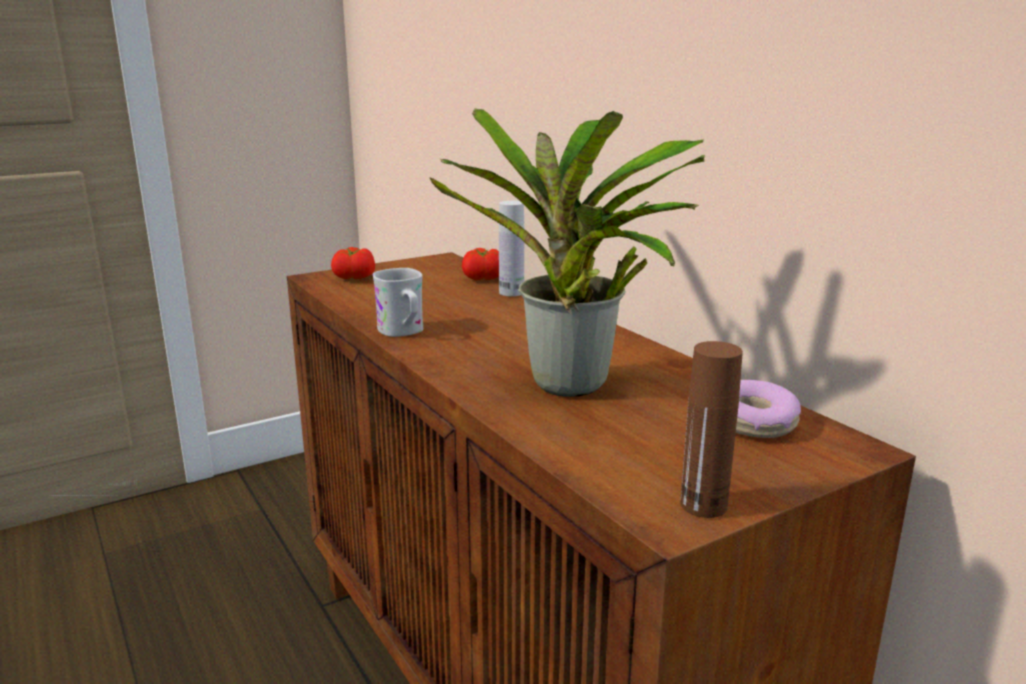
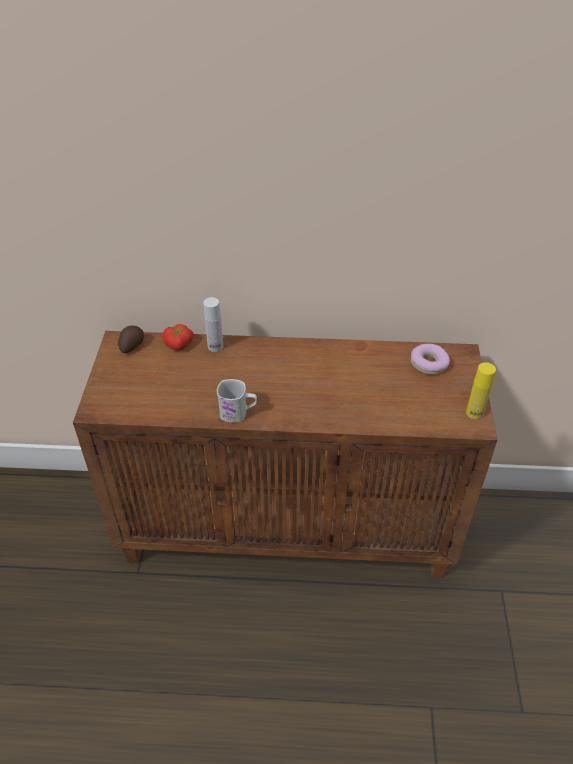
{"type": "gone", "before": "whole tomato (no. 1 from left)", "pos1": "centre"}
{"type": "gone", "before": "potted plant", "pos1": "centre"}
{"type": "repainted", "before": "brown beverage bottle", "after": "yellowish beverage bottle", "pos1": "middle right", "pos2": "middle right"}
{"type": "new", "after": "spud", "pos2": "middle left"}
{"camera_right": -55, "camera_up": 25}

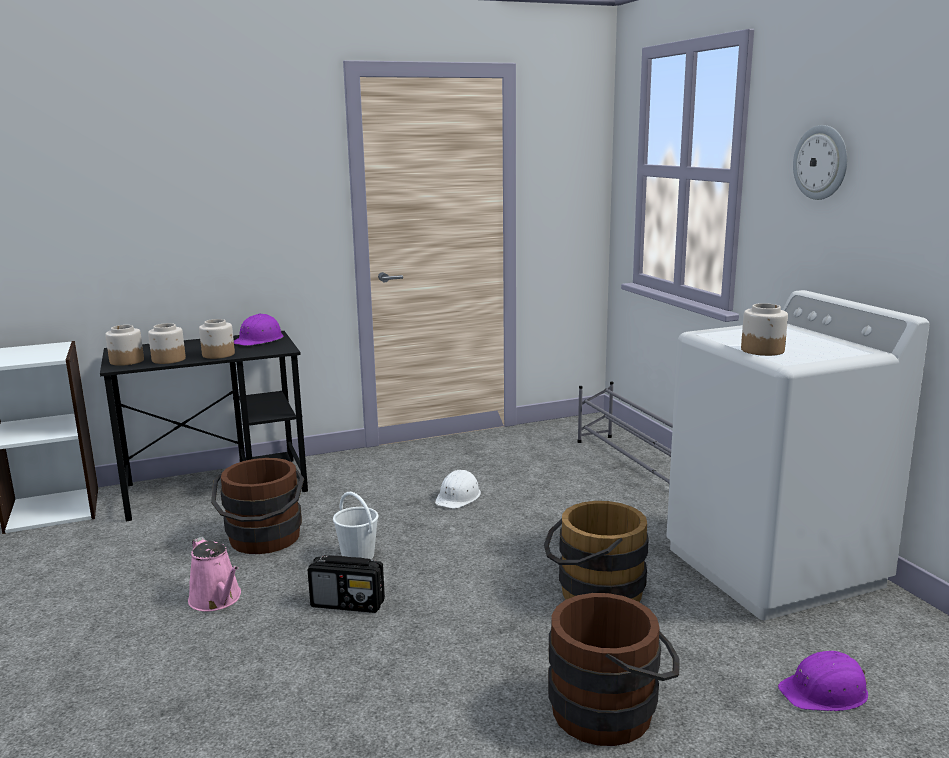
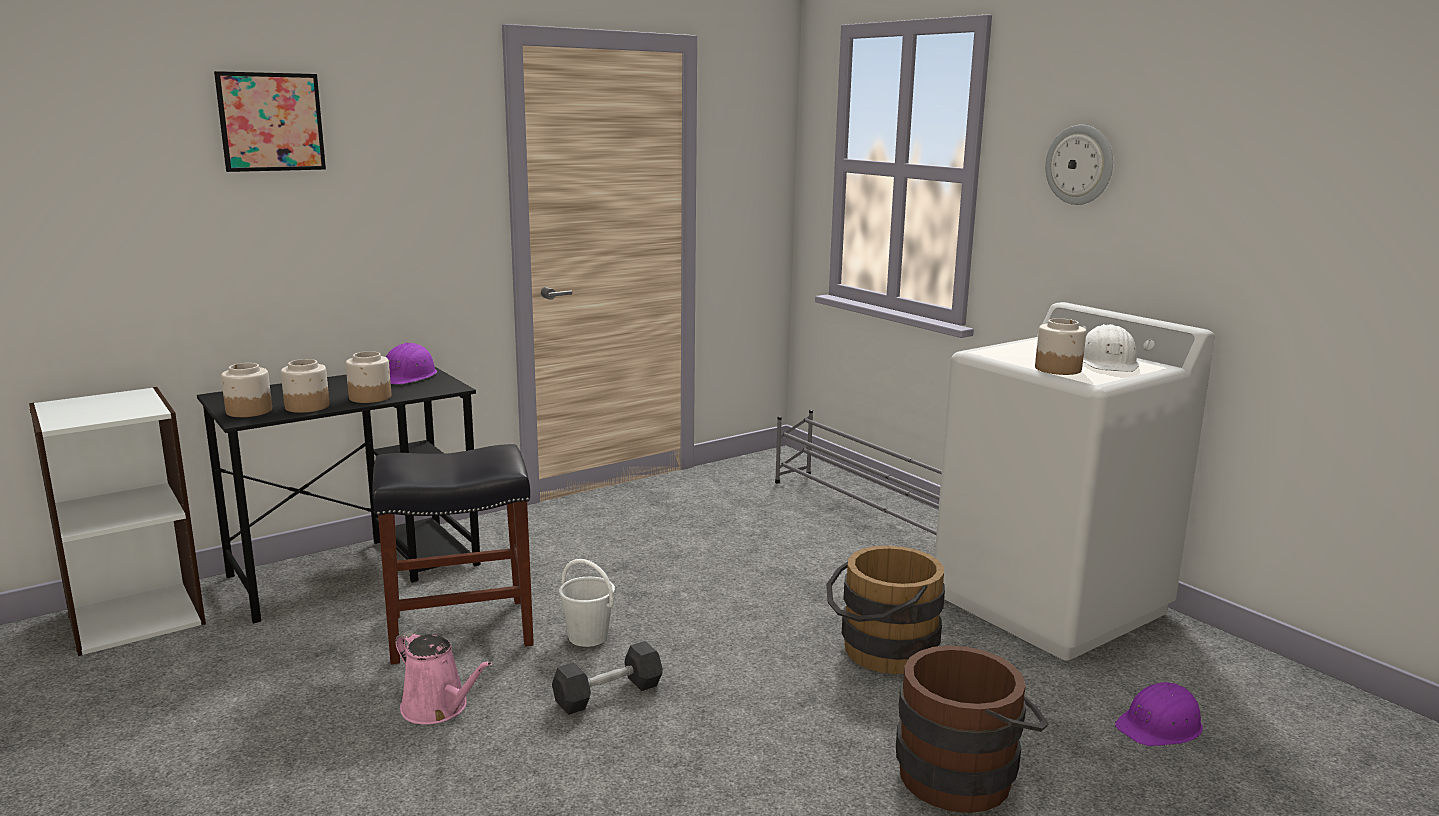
{"type": "swapped", "before": "brown pail (no. 1 from left)", "after": "blackish stool", "pos1": "bottom left", "pos2": "bottom left"}
{"type": "swapped", "before": "radio set", "after": "gray free weight", "pos1": "bottom centre", "pos2": "bottom centre"}
{"type": "shifted", "before": "whitish hard hat", "pos1": "centre", "pos2": "middle right"}
{"type": "new", "after": "picture", "pos2": "top left"}
{"camera_right": -15, "camera_up": 0}

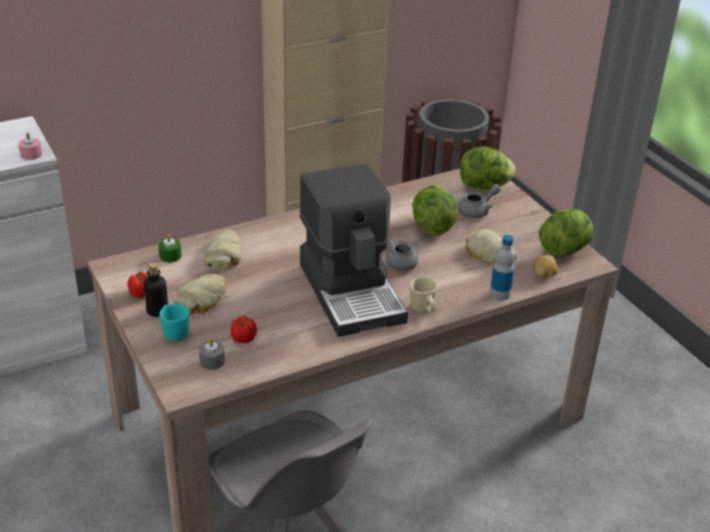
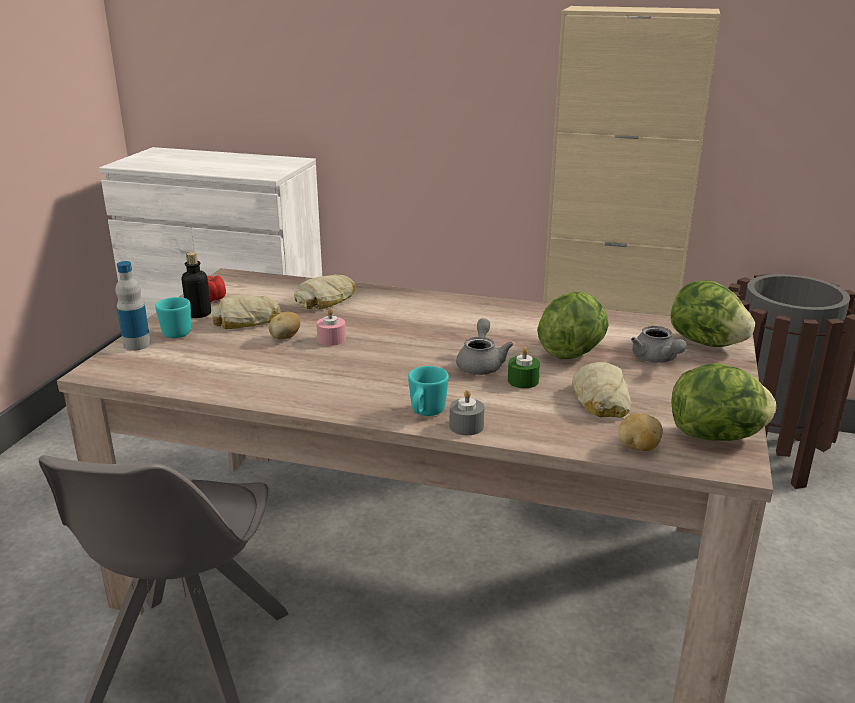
{"type": "shifted", "before": "pink wax light", "pos1": "top left", "pos2": "centre"}
{"type": "shifted", "before": "greenish wax light", "pos1": "middle left", "pos2": "centre"}
{"type": "shifted", "before": "gray wax light", "pos1": "middle left", "pos2": "centre"}
{"type": "gone", "before": "whole tomato (no. 2 from left)", "pos1": "centre"}
{"type": "gone", "before": "coffee brewer", "pos1": "centre"}
{"type": "repainted", "before": "sand-coloured tea mug", "after": "turquoise-coloured tea mug (no. 2 from left)", "pos1": "centre", "pos2": "centre"}
{"type": "rotated", "before": "gray pot for tea (no. 2 from left)", "pos1": "middle right", "pos2": "middle right", "turn": 60}
{"type": "shifted", "before": "beverage bottle (no. 2 from left in the first image)", "after": "beverage bottle (no. 1 from left)", "pos1": "middle right", "pos2": "middle left"}
{"type": "new", "after": "spud (no. 1 from left)", "pos2": "centre"}
{"camera_right": 45, "camera_up": -10}

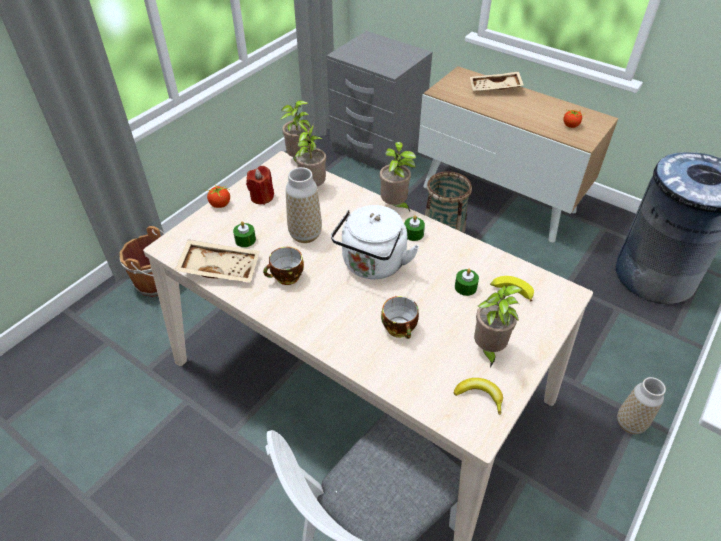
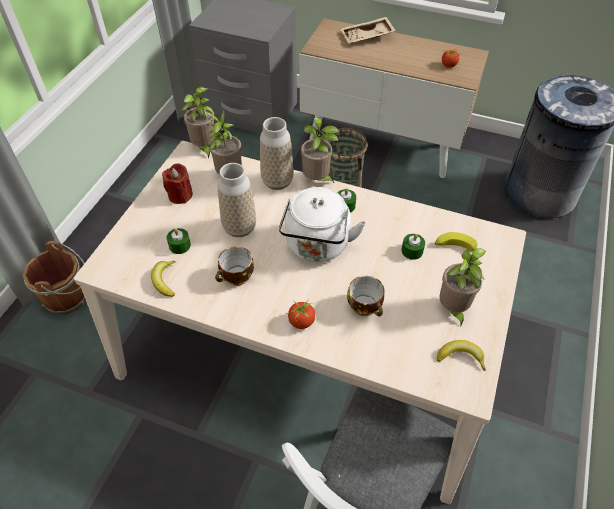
{"type": "swapped", "before": "sand-coloured serving tray (no. 1 from left)", "after": "banana (no. 1 from left)", "pos1": "middle left", "pos2": "middle left"}
{"type": "shifted", "before": "whole tomato (no. 1 from left)", "pos1": "middle left", "pos2": "centre"}
{"type": "shifted", "before": "flower vase (no. 2 from left)", "pos1": "bottom right", "pos2": "top centre"}
{"camera_right": -15, "camera_up": 5}

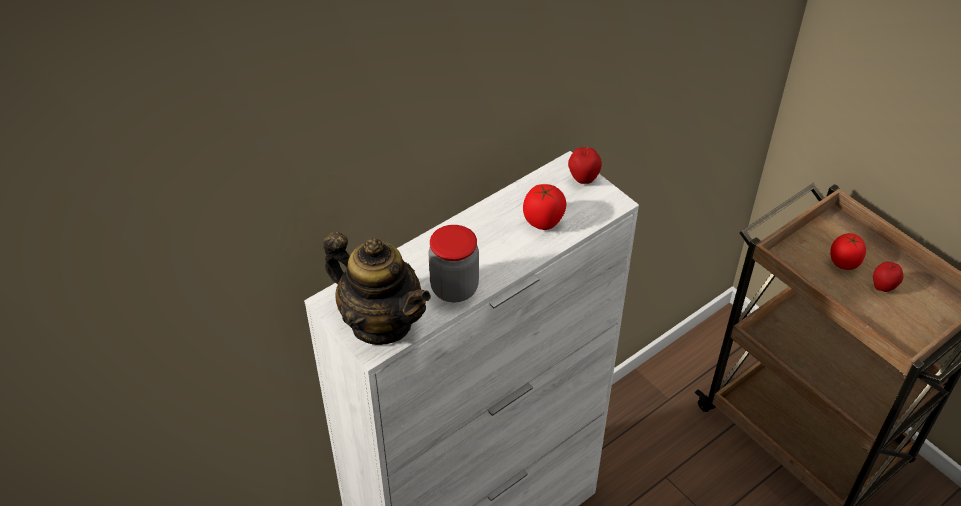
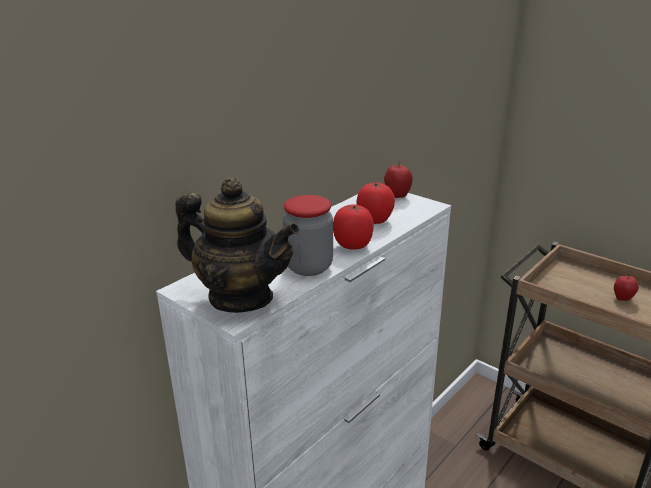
{"type": "shifted", "before": "whole tomato (no. 2 from left in the first image)", "after": "whole tomato (no. 1 from left)", "pos1": "middle right", "pos2": "centre"}
{"camera_right": -10, "camera_up": -20}

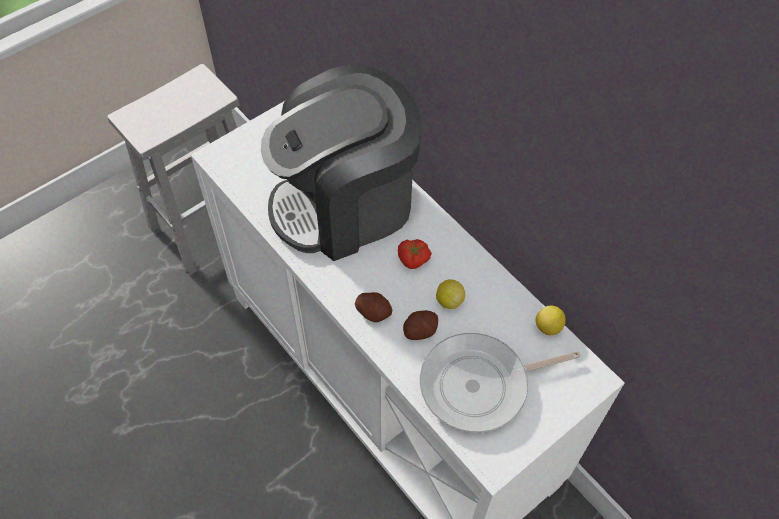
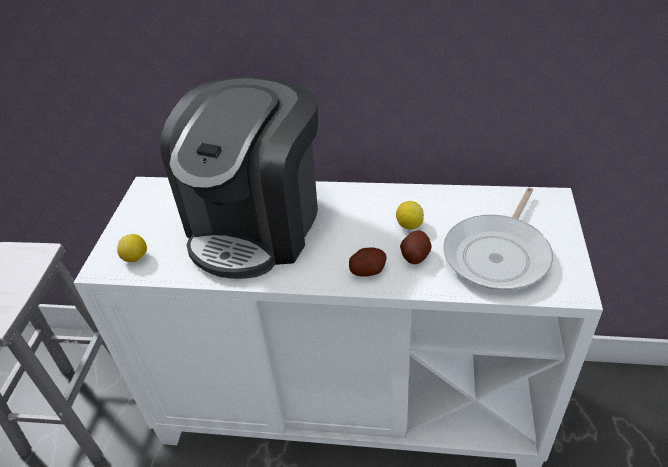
{"type": "gone", "before": "whole tomato", "pos1": "centre"}
{"type": "shifted", "before": "lemon (no. 2 from left in the first image)", "after": "lemon (no. 1 from left)", "pos1": "middle right", "pos2": "middle left"}
{"camera_right": -40, "camera_up": -15}

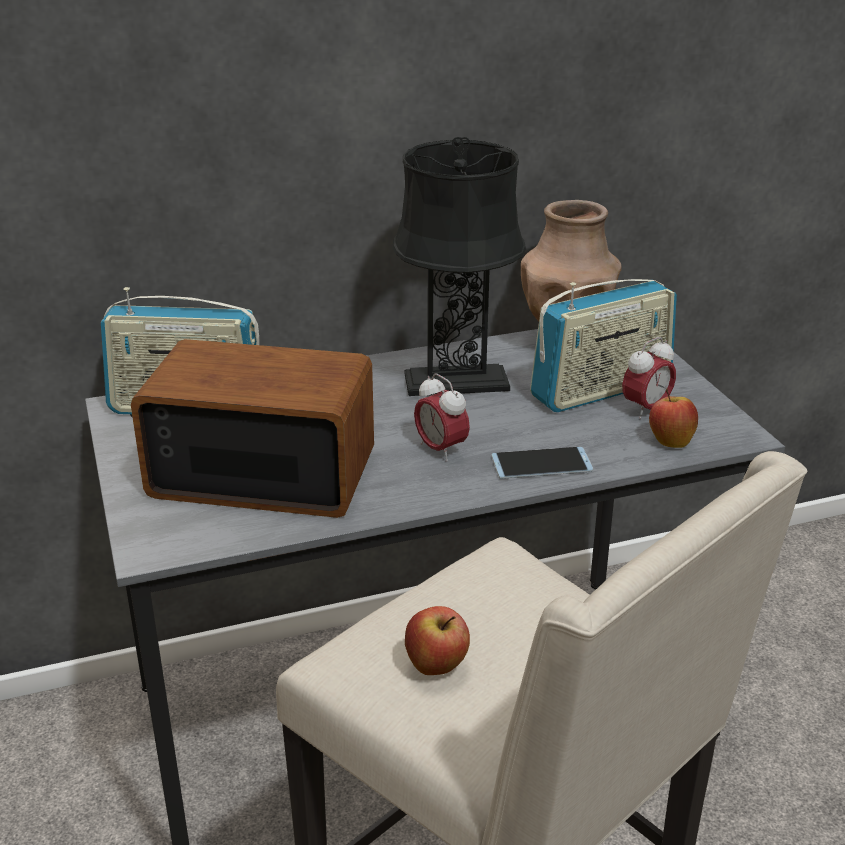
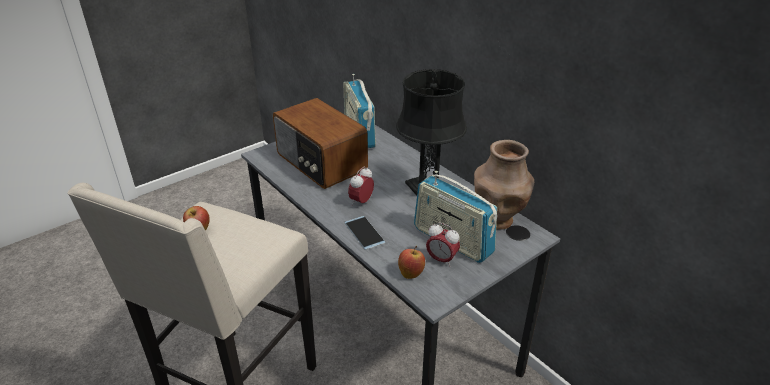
{"type": "rotated", "before": "radio set (no. 2 from left in the first image)", "pos1": "middle left", "pos2": "centre", "turn": 150}
{"camera_right": 70, "camera_up": 5}

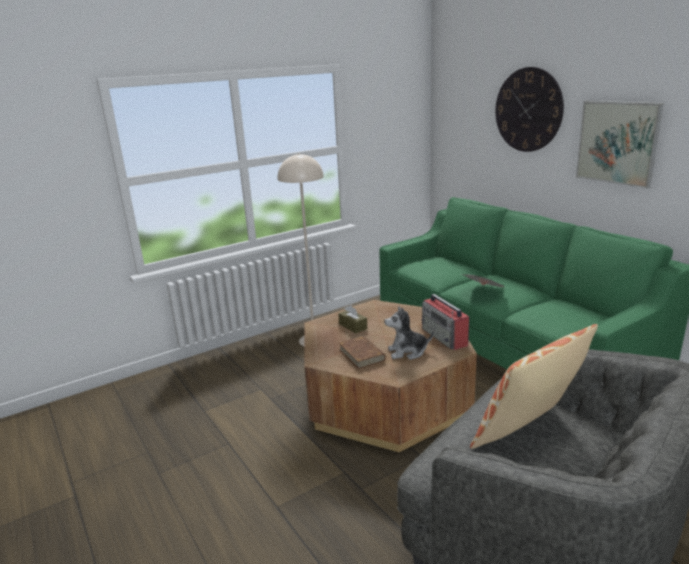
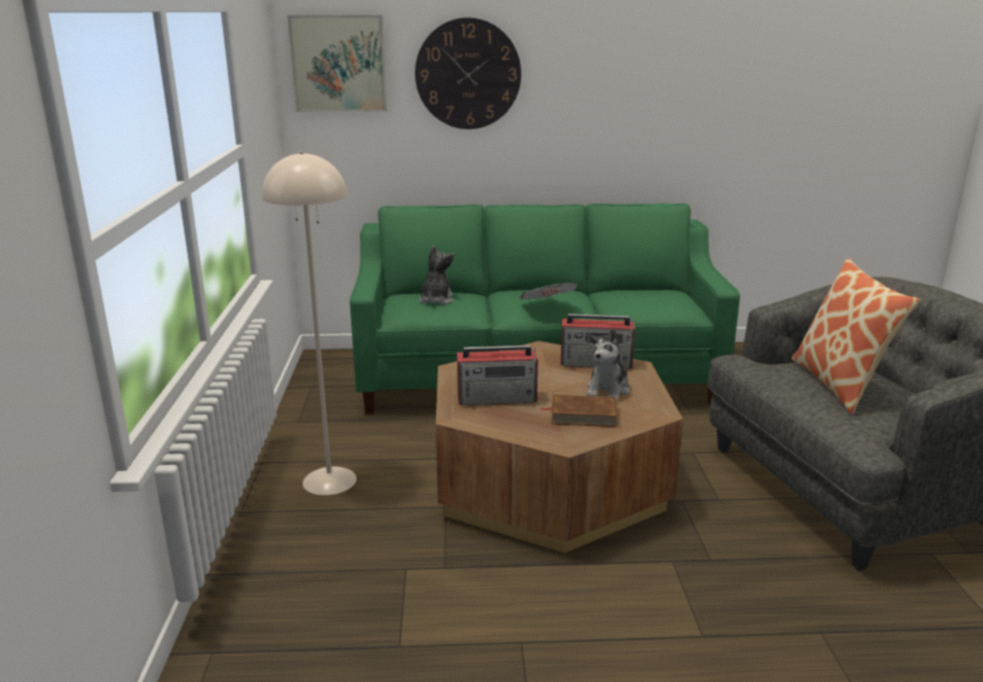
{"type": "swapped", "before": "brown tissue holder", "after": "radio set (no. 1 from left)", "pos1": "centre", "pos2": "centre"}
{"type": "shifted", "before": "picture", "pos1": "top right", "pos2": "top centre"}
{"type": "new", "after": "plush toy (no. 1 from left)", "pos2": "centre"}
{"camera_right": -60, "camera_up": 0}

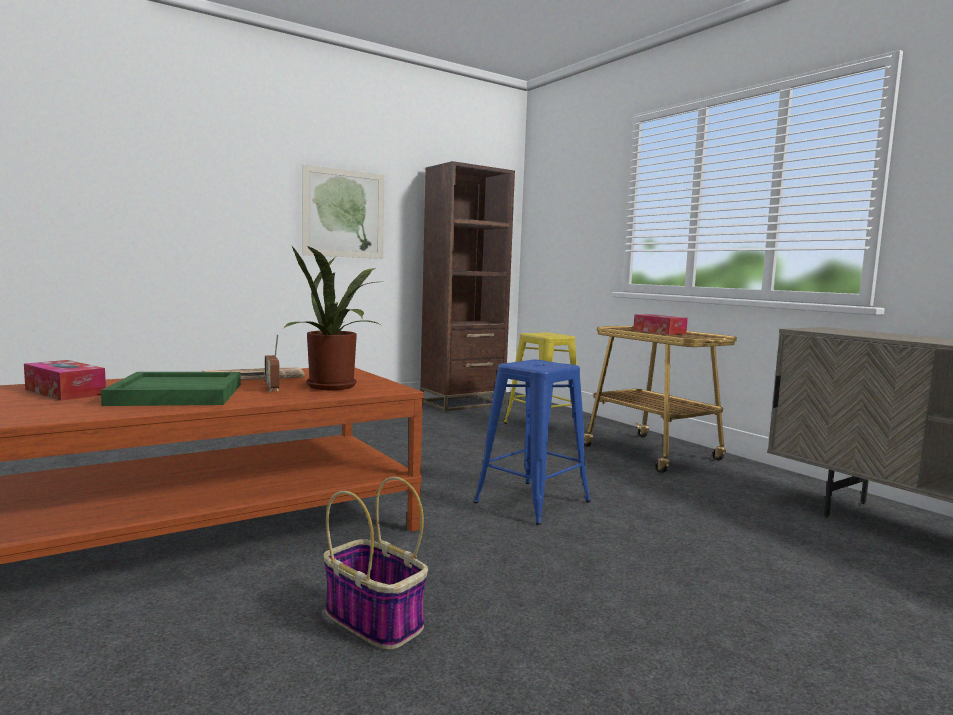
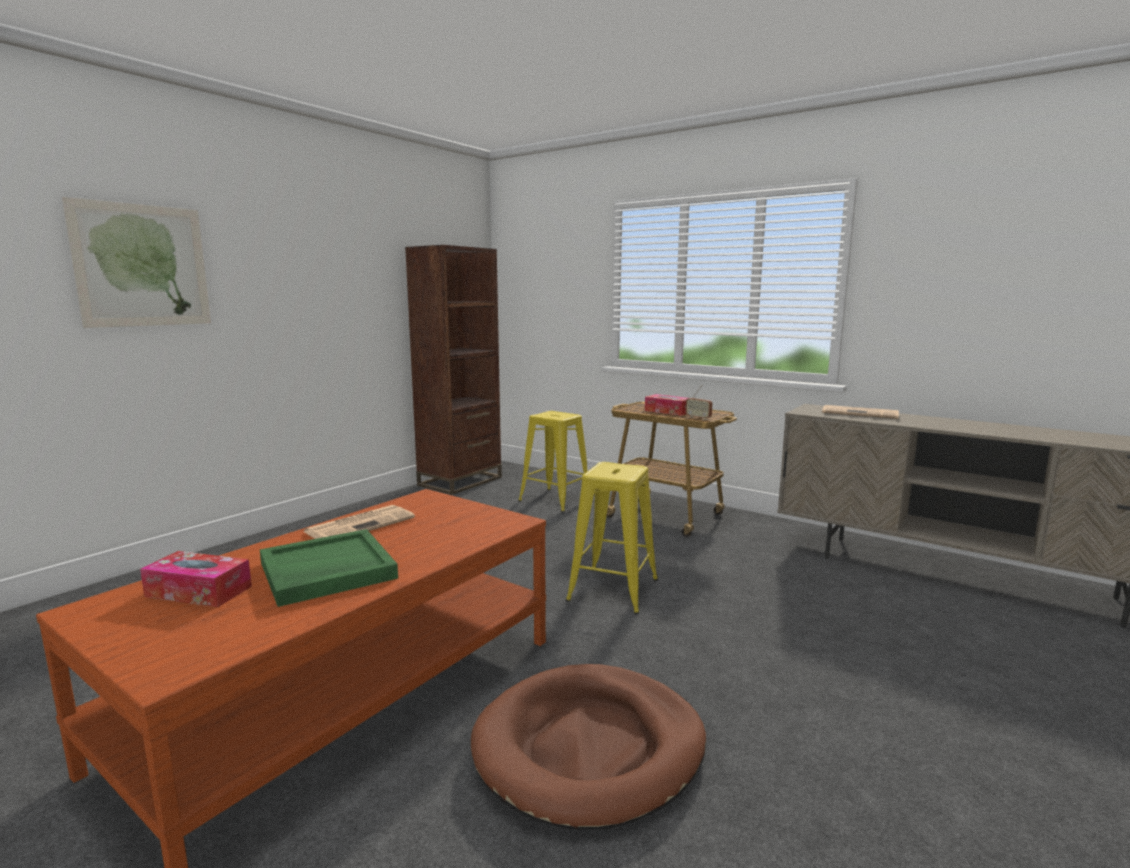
{"type": "shifted", "before": "radio set", "pos1": "middle left", "pos2": "centre"}
{"type": "gone", "before": "potted plant", "pos1": "centre"}
{"type": "shifted", "before": "picture", "pos1": "top centre", "pos2": "top left"}
{"type": "swapped", "before": "household basket", "after": "brown dog bed", "pos1": "bottom centre", "pos2": "bottom centre"}
{"type": "repainted", "before": "blue-coloured stool", "after": "yellowish stool (no. 2 from left)", "pos1": "centre", "pos2": "centre"}
{"type": "new", "after": "newspaper (no. 2 from left)", "pos2": "middle right"}
{"camera_right": -20, "camera_up": 5}

